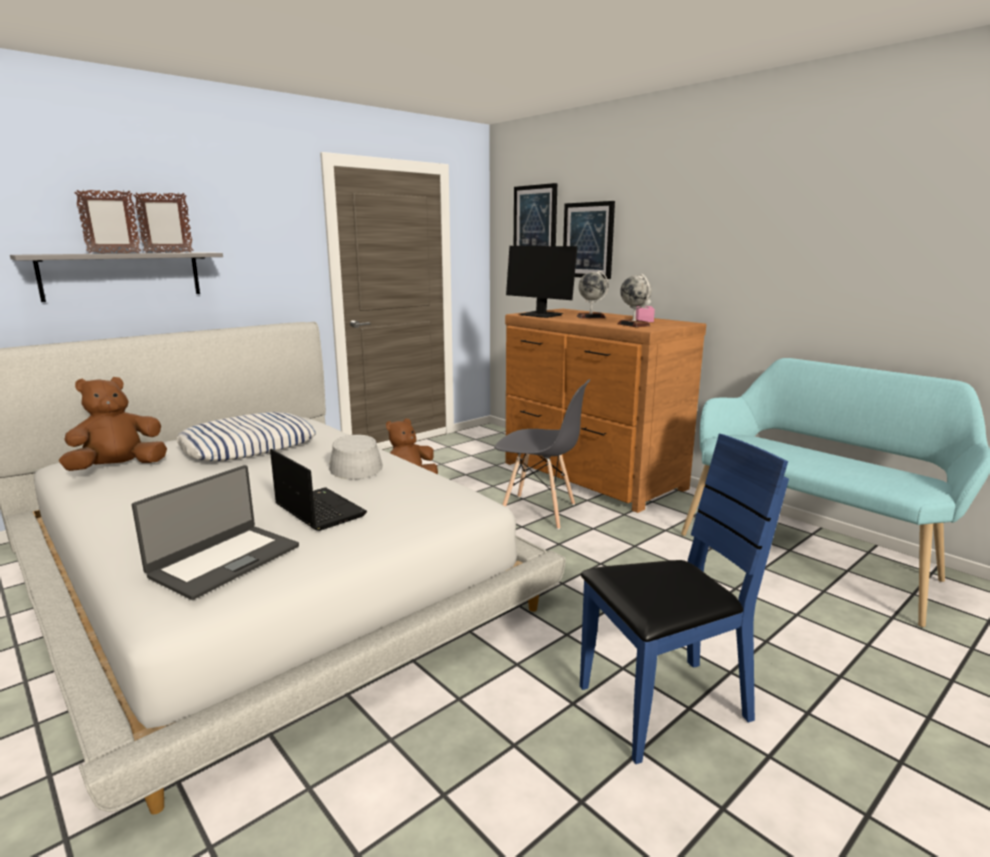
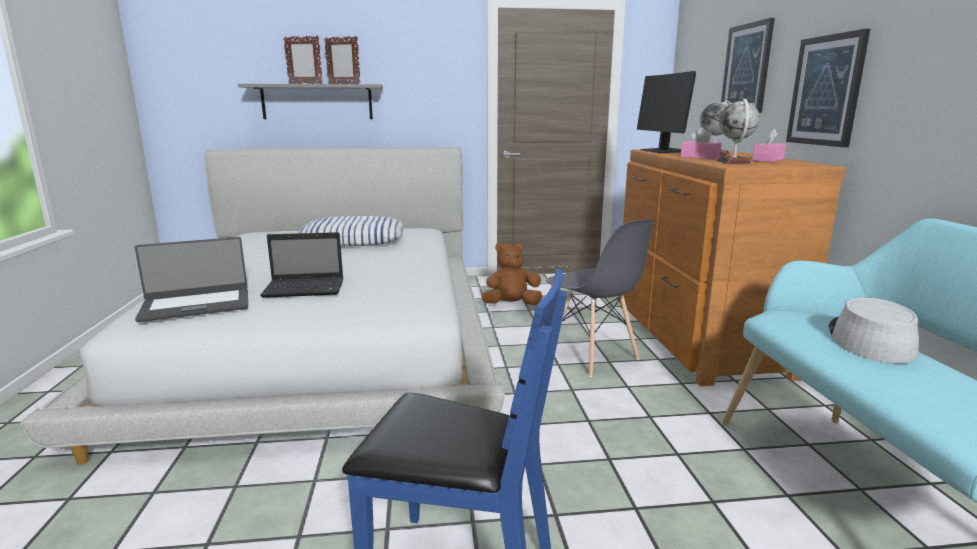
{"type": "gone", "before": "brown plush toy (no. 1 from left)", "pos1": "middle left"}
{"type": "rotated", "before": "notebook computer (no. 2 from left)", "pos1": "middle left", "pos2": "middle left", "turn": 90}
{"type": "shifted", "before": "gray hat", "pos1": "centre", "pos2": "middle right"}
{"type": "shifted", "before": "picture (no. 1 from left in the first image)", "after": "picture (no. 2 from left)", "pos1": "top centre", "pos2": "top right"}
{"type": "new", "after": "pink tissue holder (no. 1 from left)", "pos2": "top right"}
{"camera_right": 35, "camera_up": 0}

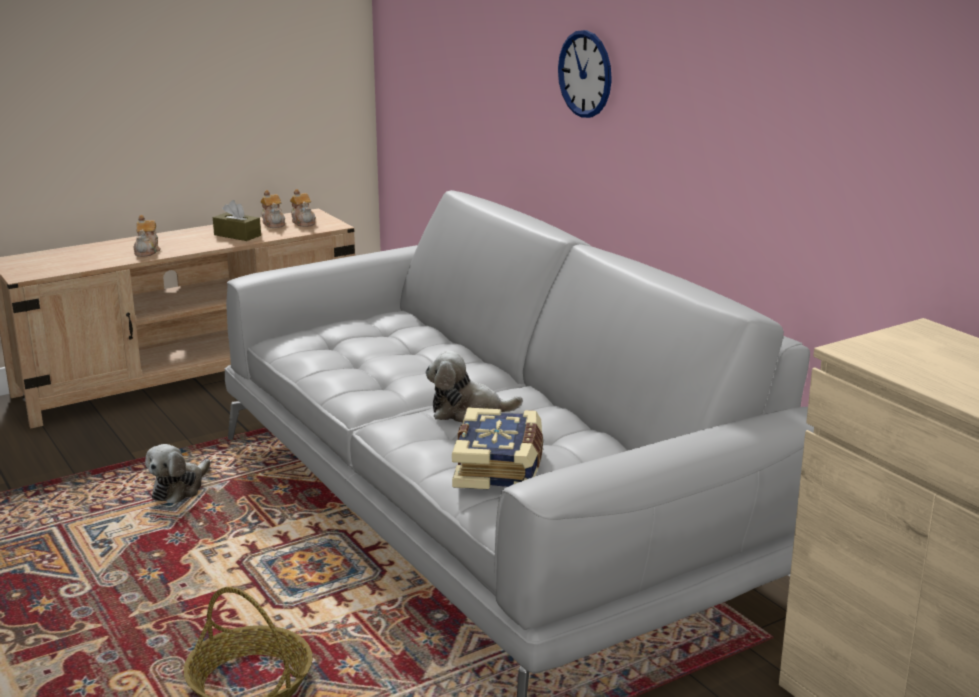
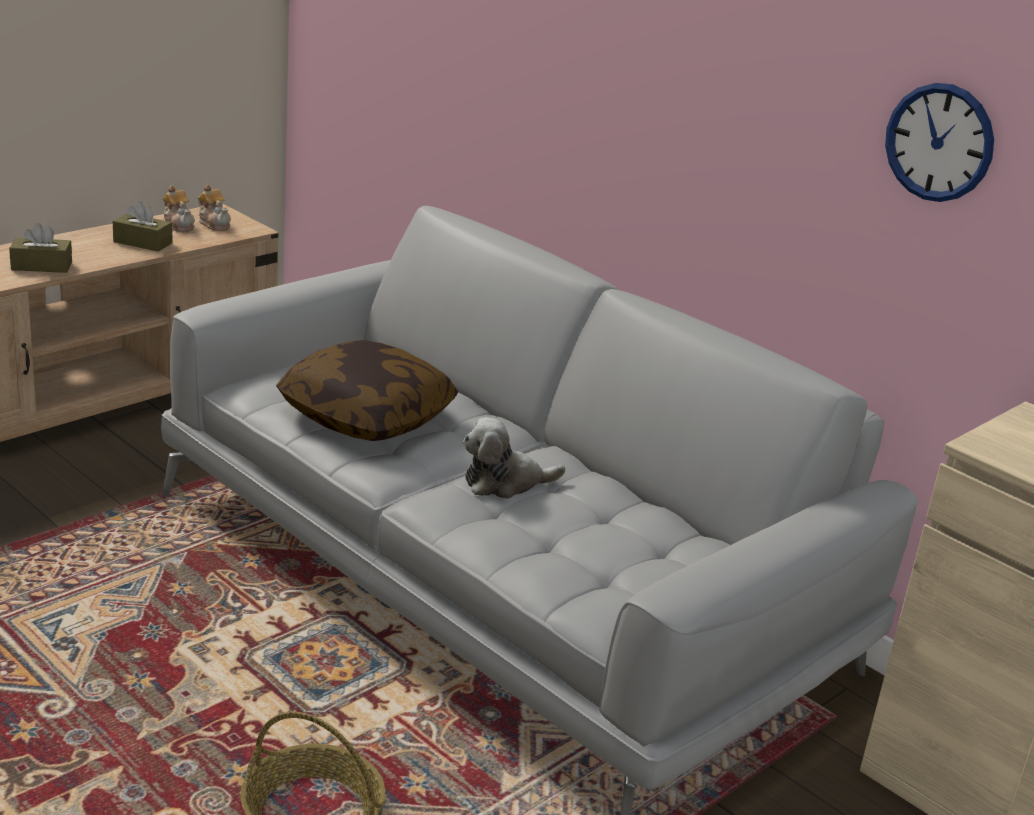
{"type": "swapped", "before": "pot for tea (no. 1 from left)", "after": "brown tissue holder (no. 1 from left)", "pos1": "middle left", "pos2": "top left"}
{"type": "gone", "before": "plush toy (no. 1 from left)", "pos1": "bottom left"}
{"type": "gone", "before": "bound book", "pos1": "centre"}
{"type": "shifted", "before": "clock on the wall", "pos1": "top centre", "pos2": "top right"}
{"type": "new", "after": "cushion", "pos2": "centre"}
{"camera_right": -15, "camera_up": 5}

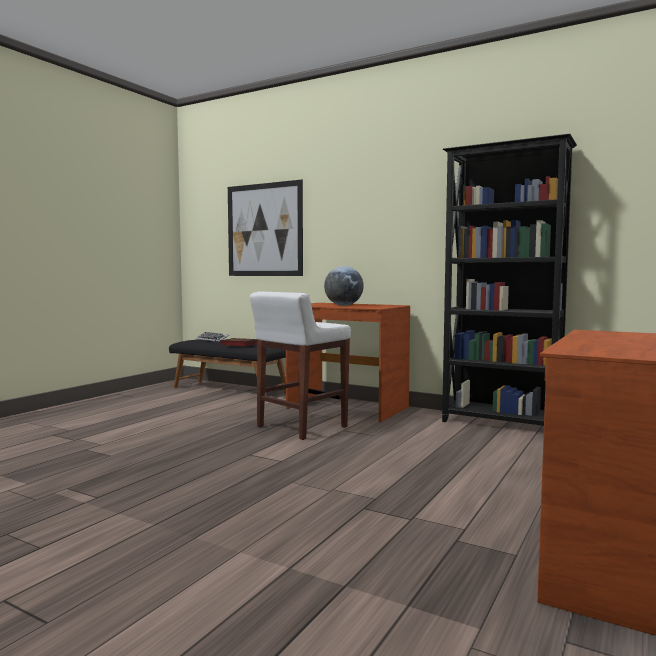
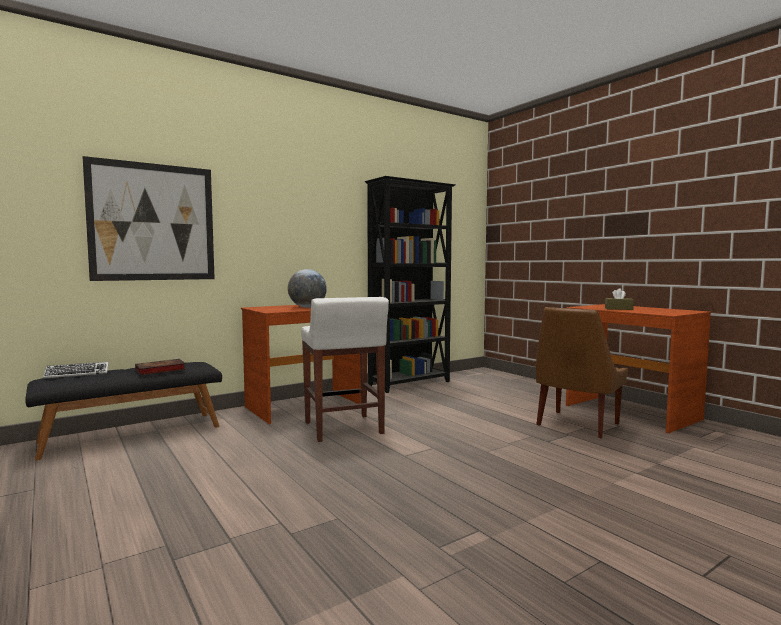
{"type": "new", "after": "brown plain chair", "pos2": "middle right"}
{"type": "new", "after": "brown tissue holder", "pos2": "middle right"}
{"camera_right": -65, "camera_up": 0}

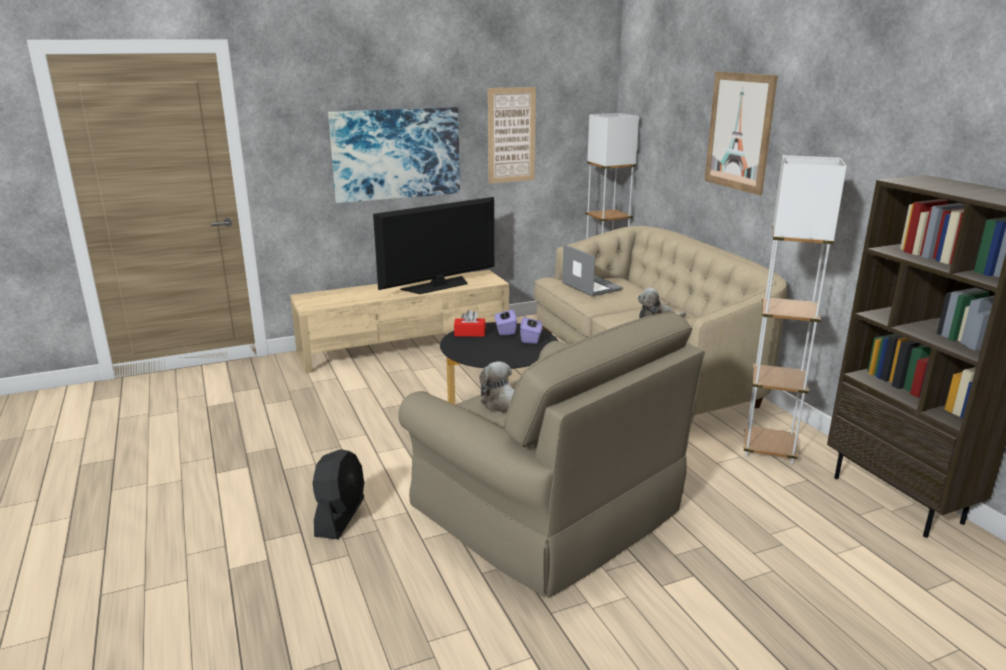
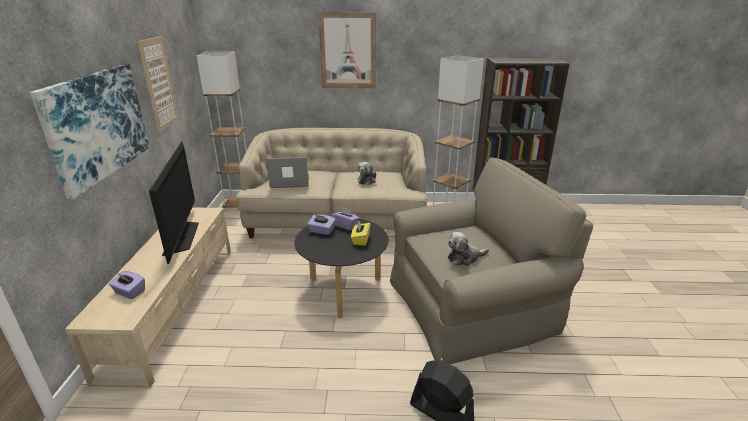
{"type": "gone", "before": "red-coloured tissue holder", "pos1": "centre"}
{"type": "new", "after": "purplish tissue holder (no. 1 from left)", "pos2": "bottom left"}
{"type": "new", "after": "yellowish tissue holder", "pos2": "centre"}
{"camera_right": -65, "camera_up": 5}

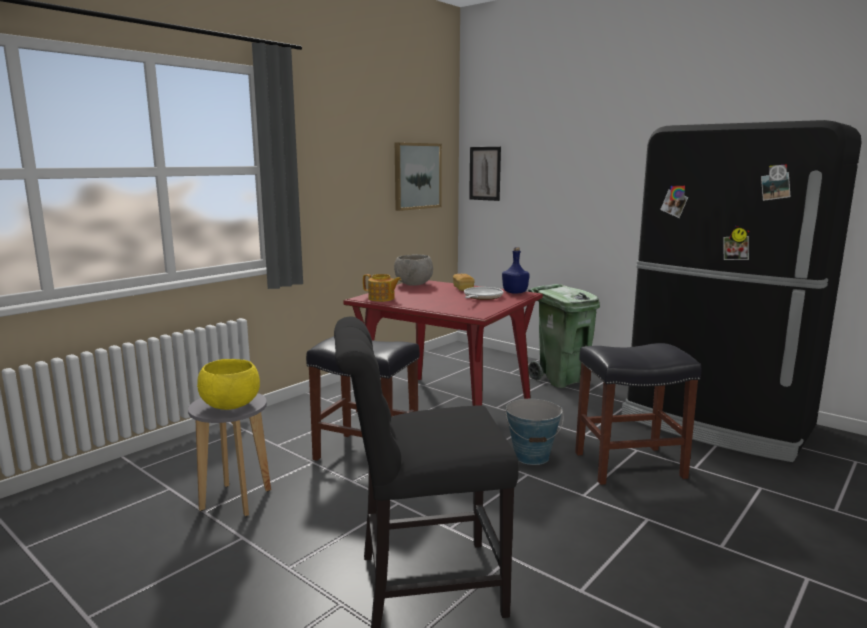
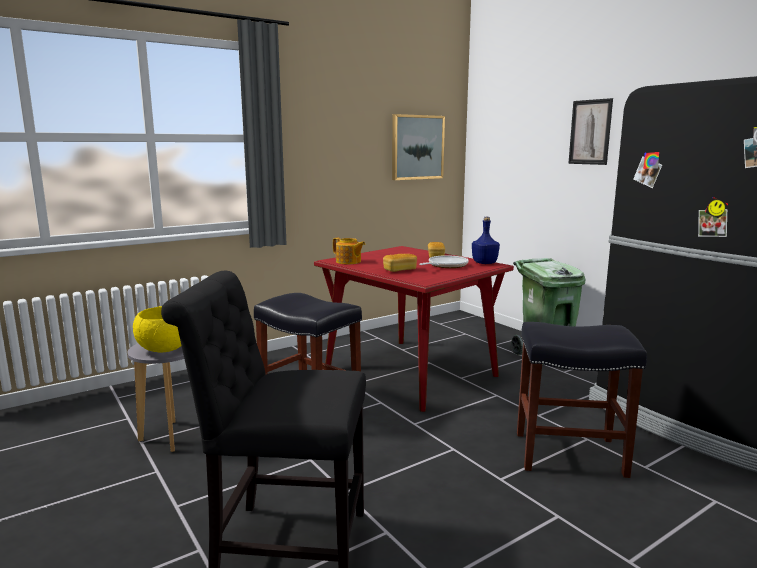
{"type": "gone", "before": "gray serving bowl", "pos1": "centre"}
{"type": "shifted", "before": "picture (no. 2 from left)", "pos1": "top centre", "pos2": "top right"}
{"type": "gone", "before": "pail", "pos1": "bottom centre"}
{"type": "new", "after": "bakery bread (no. 1 from left)", "pos2": "centre"}
{"camera_right": 15, "camera_up": 0}

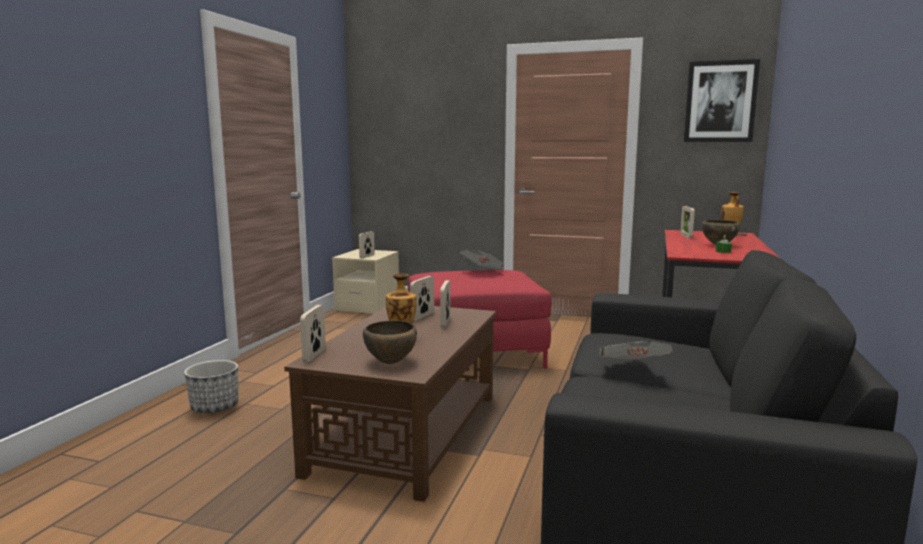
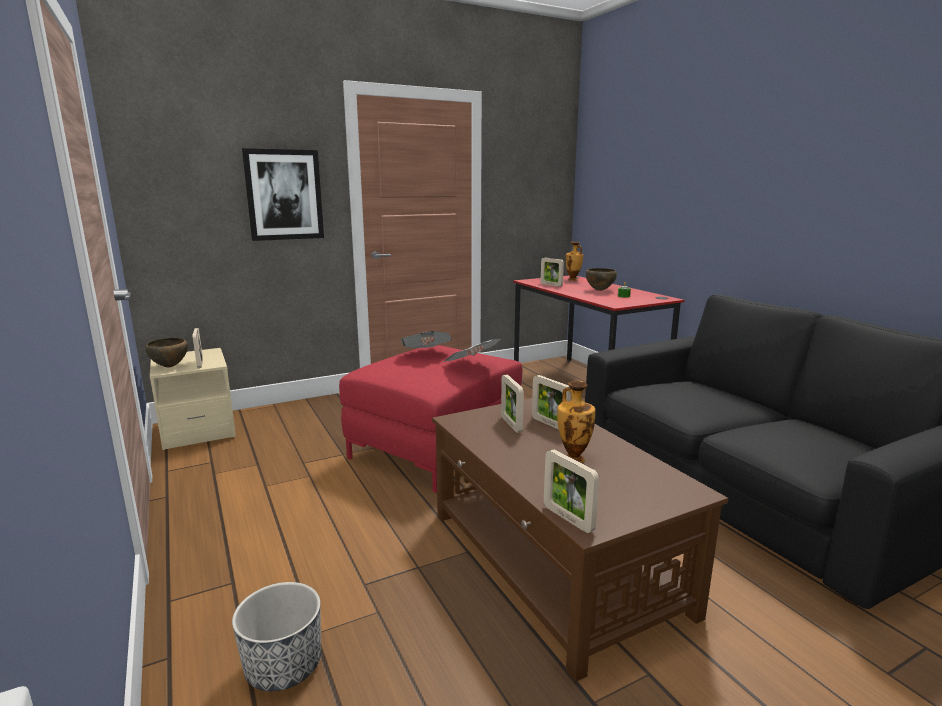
{"type": "shifted", "before": "brown serving bowl (no. 1 from left)", "pos1": "centre", "pos2": "middle left"}
{"type": "shifted", "before": "newspaper (no. 2 from left)", "pos1": "middle right", "pos2": "centre"}
{"type": "shifted", "before": "picture", "pos1": "top right", "pos2": "top left"}
{"camera_right": -45, "camera_up": 5}

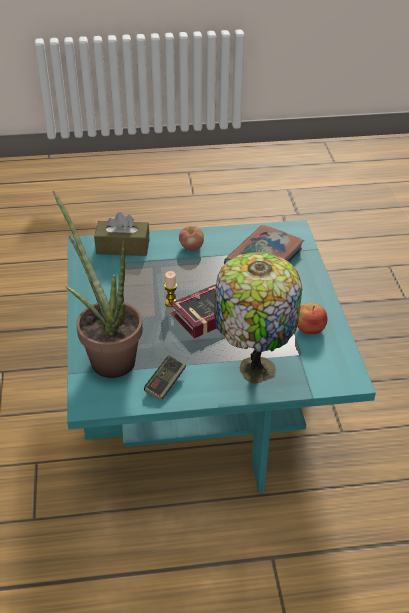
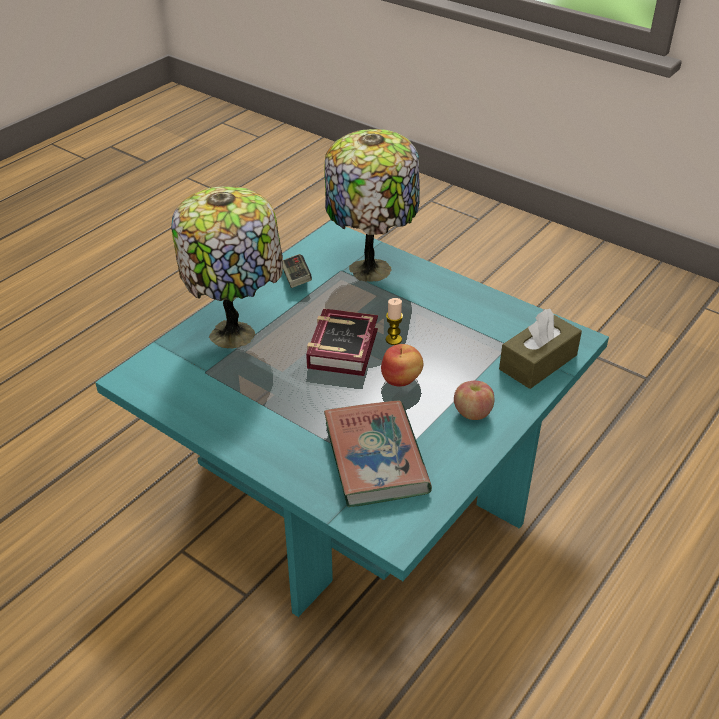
{"type": "swapped", "before": "potted plant", "after": "tabletop lamp (no. 2 from left)", "pos1": "middle left", "pos2": "top centre"}
{"type": "shifted", "before": "whole apple (no. 2 from left in the first image)", "after": "whole apple (no. 1 from left)", "pos1": "middle right", "pos2": "centre"}
{"camera_right": 135, "camera_up": 0}

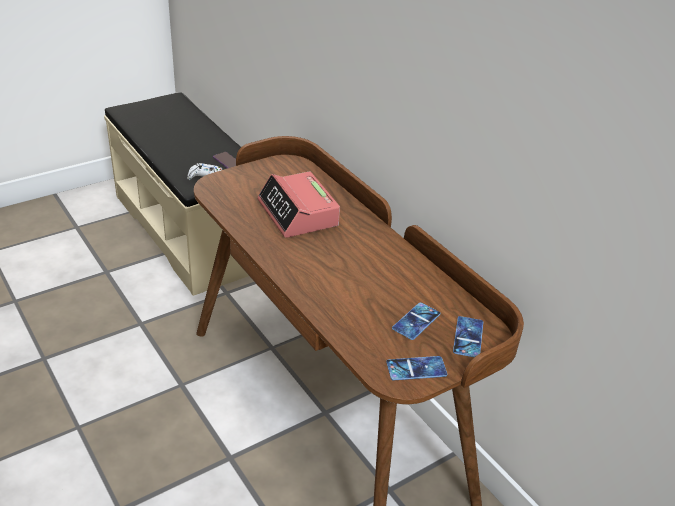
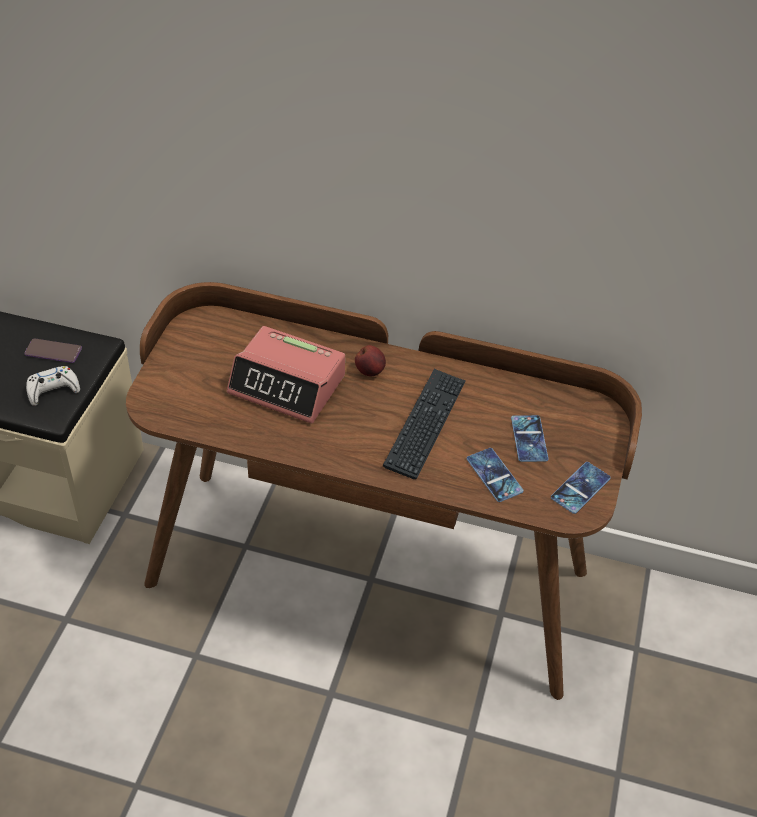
{"type": "shifted", "before": "phone (no. 4 from left in the first image)", "after": "phone (no. 2 from left)", "pos1": "middle right", "pos2": "centre"}
{"type": "new", "after": "whole apple", "pos2": "centre"}
{"type": "new", "after": "PC keyboard", "pos2": "centre"}
{"camera_right": -40, "camera_up": 10}

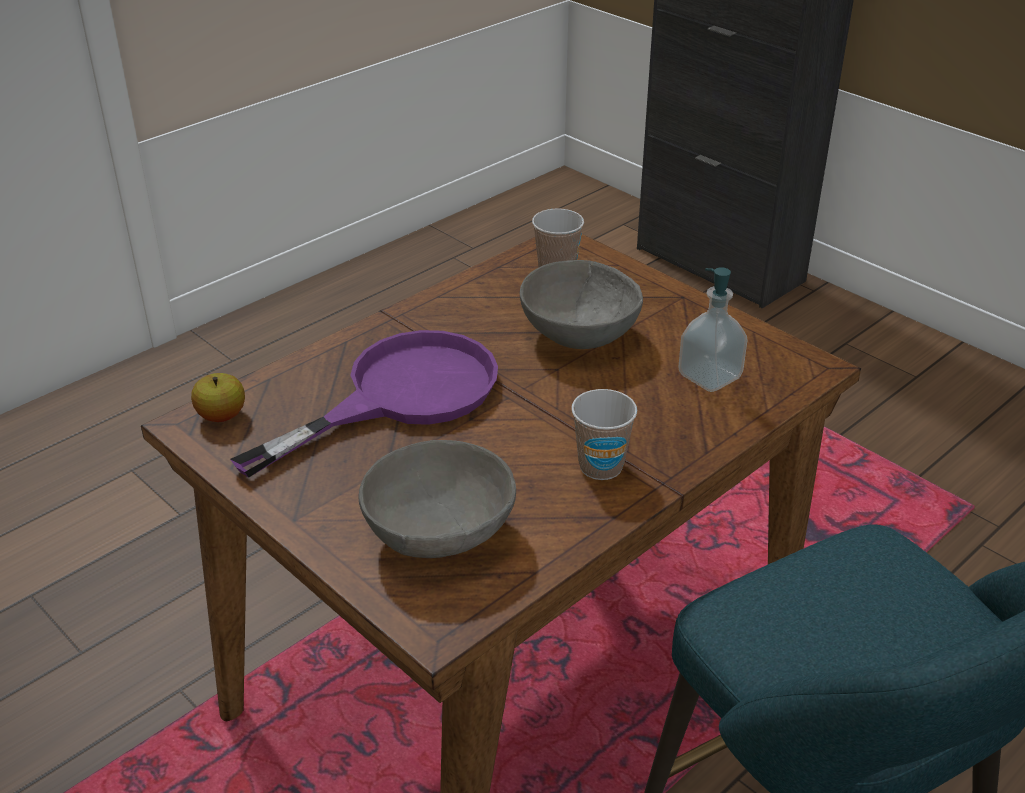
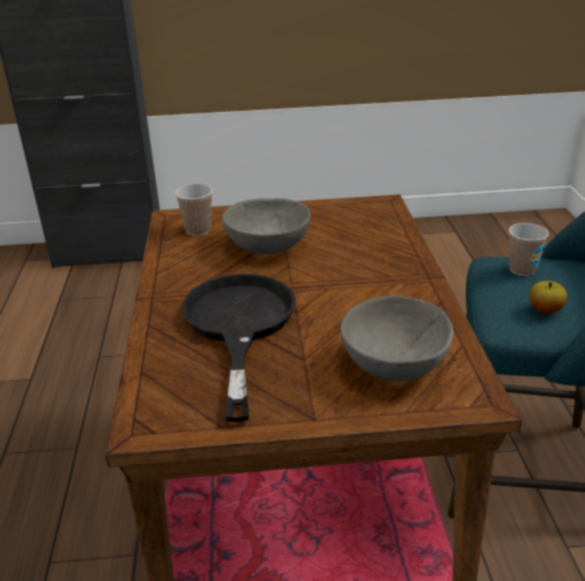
{"type": "shifted", "before": "whole apple", "pos1": "middle left", "pos2": "middle right"}
{"type": "repainted", "before": "purplish skillet", "after": "blackish skillet", "pos1": "centre", "pos2": "centre"}
{"type": "shifted", "before": "small cup (no. 2 from left)", "pos1": "centre", "pos2": "middle right"}
{"type": "gone", "before": "liquid soap bottle", "pos1": "middle right"}
{"camera_right": -50, "camera_up": -5}

